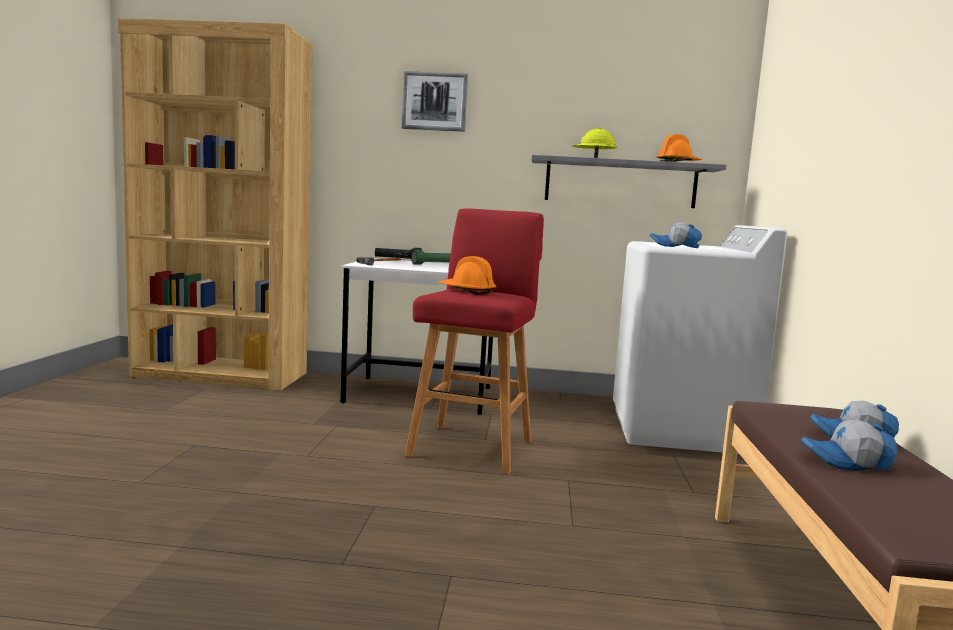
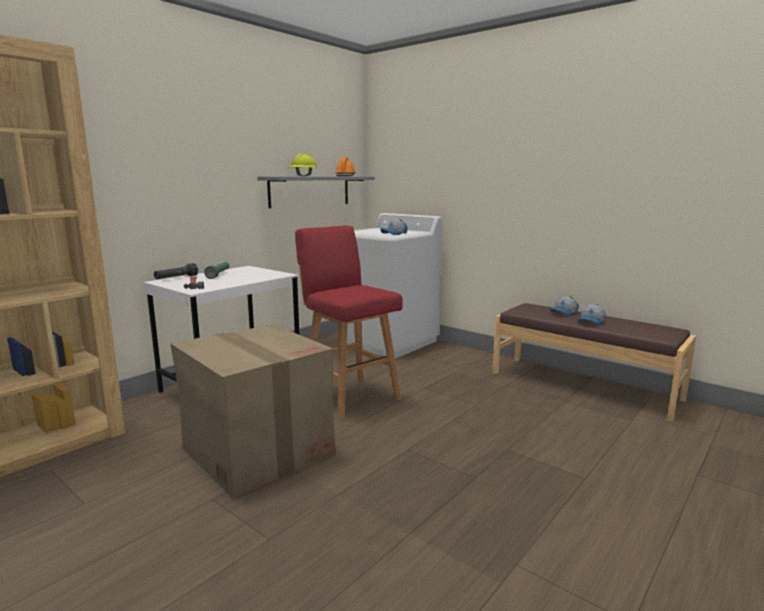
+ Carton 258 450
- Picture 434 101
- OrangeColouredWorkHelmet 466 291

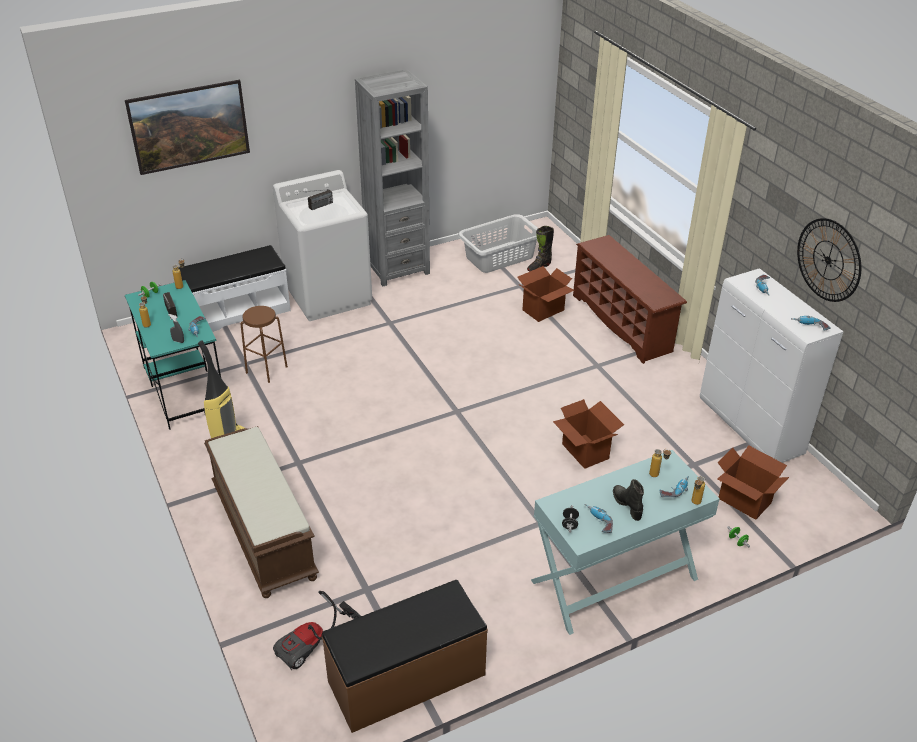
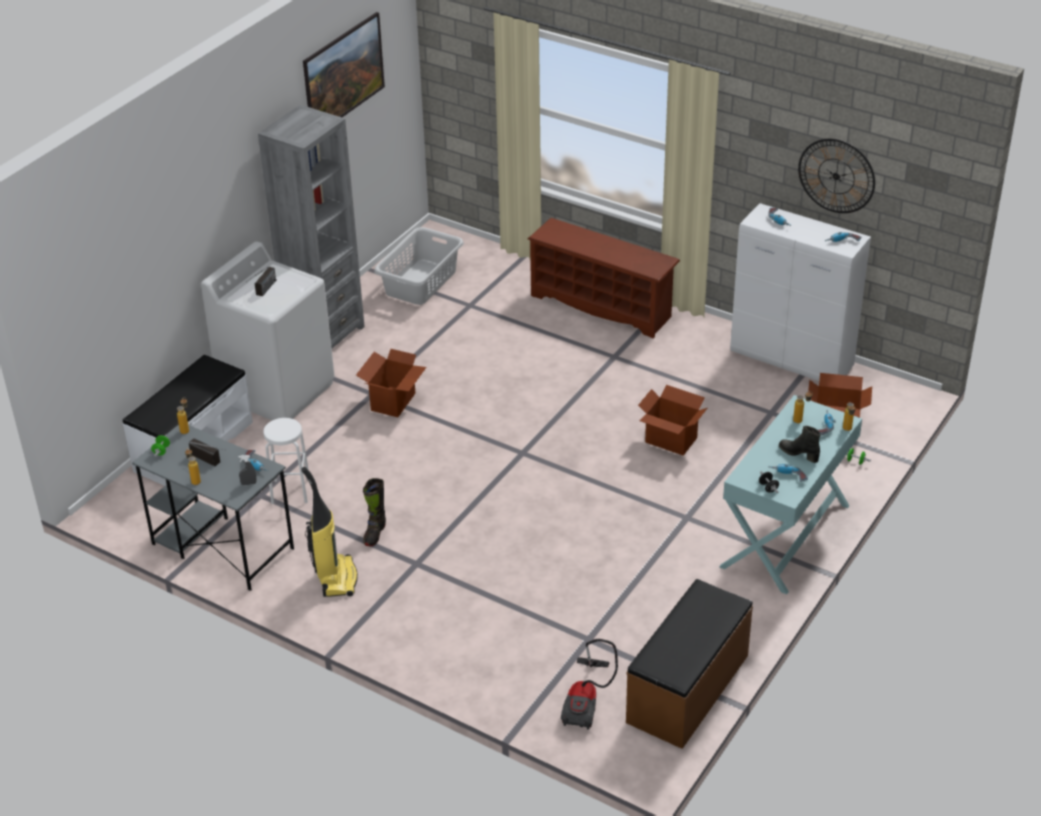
~ TurquoiseColouredDeskUnit 184 389 to GreyDeskUnit 221 546
~ BrownSittingStool 266 369 to WhiteColouredSittingStool 291 491
~ Picture 192 144 to 345 92
~ Carton 543 310 to 394 402
~ BlackColouredBoot 539 267 to 374 533
- BrownBench 262 531

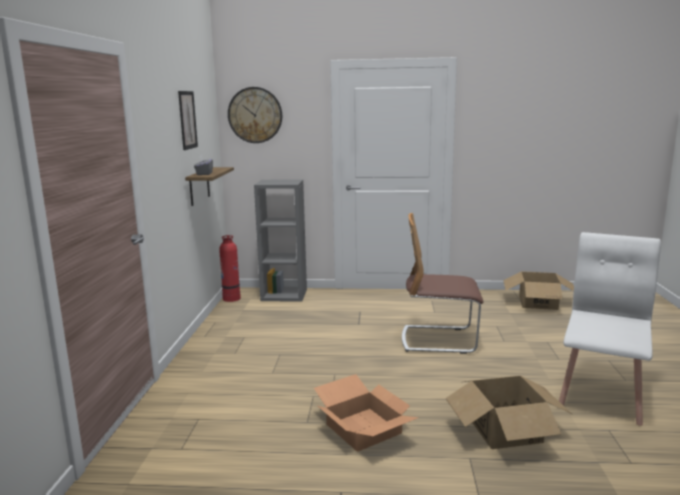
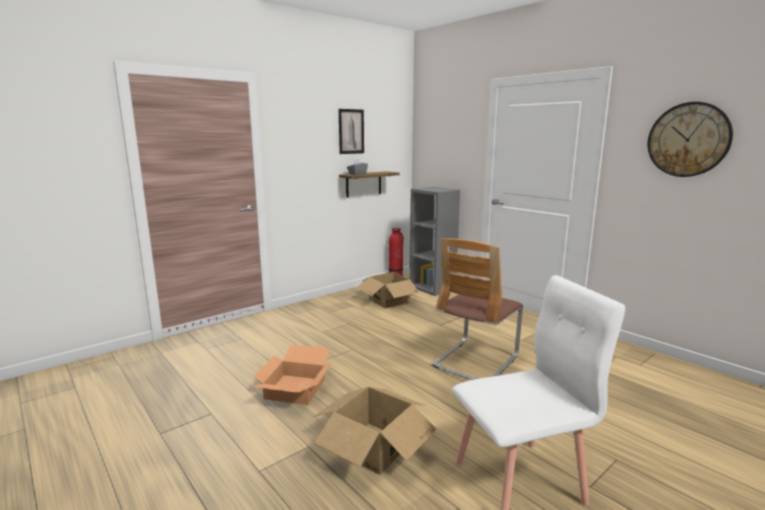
~ Carton 538 302 to 389 300
~ Chair 439 340 = 475 361 105 degrees counterclockwise
~ WallClock 255 115 to 688 140

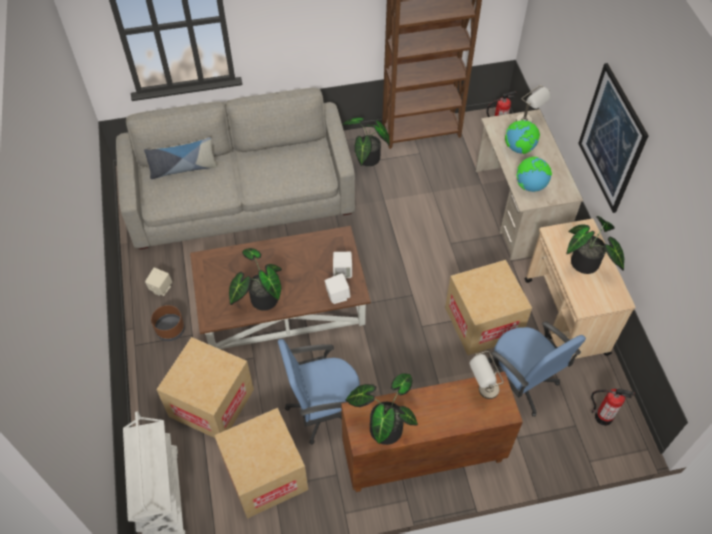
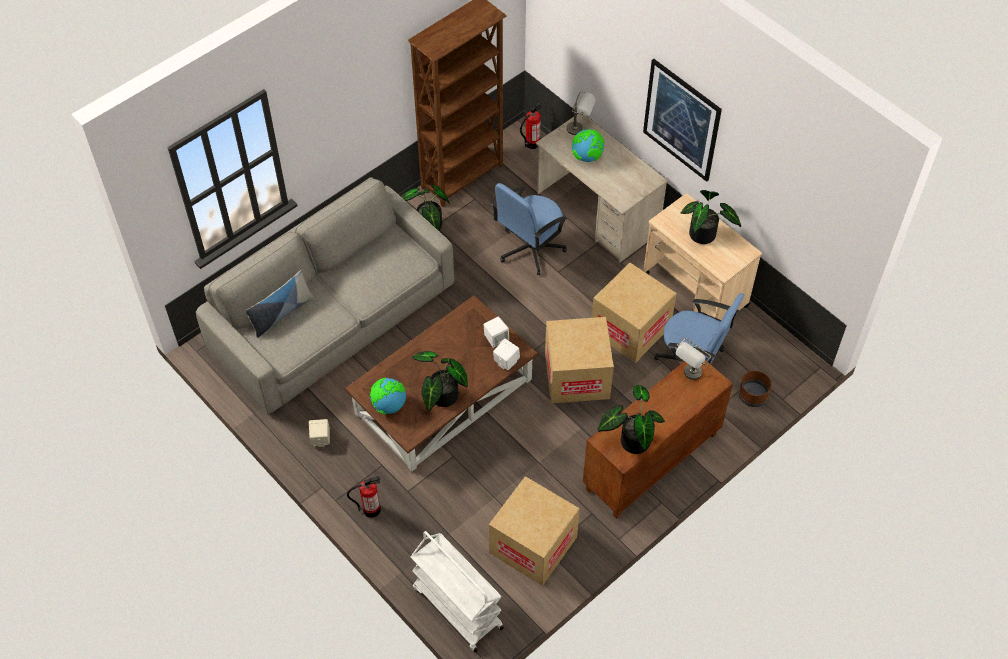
~ FireExtinguisher 603 417 to 371 509
~ WorldGlobe 530 186 to 388 405
~ BlueDeskChair 323 409 to 530 248
~ Carton 211 403 to 577 376
~ BrownFlowerPot 170 329 to 752 395

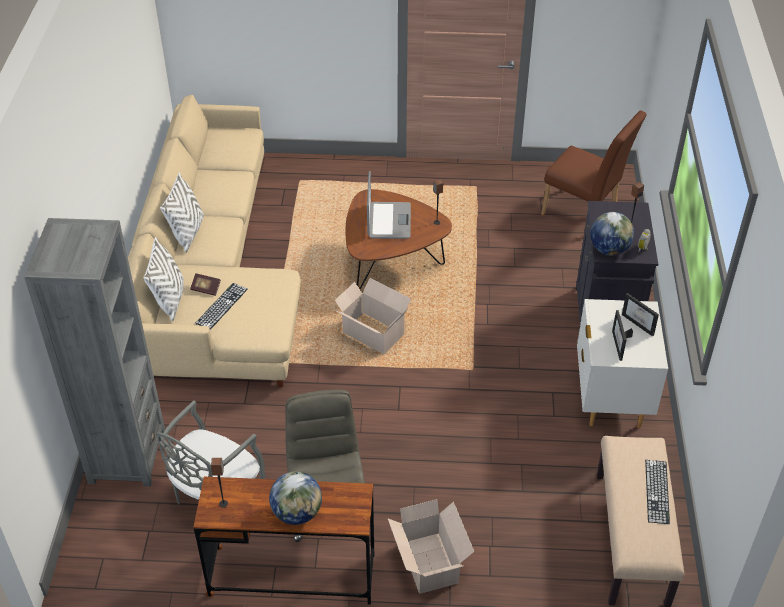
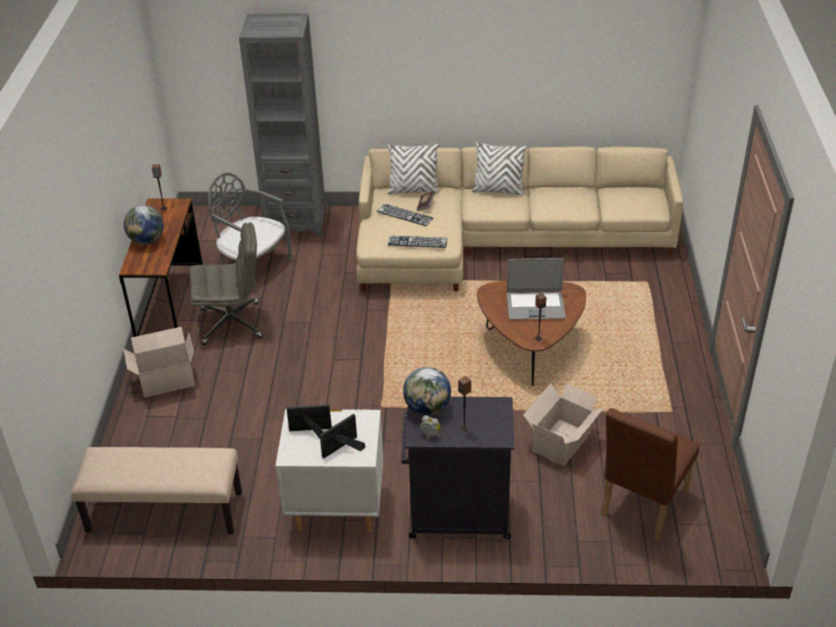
~ ComputerKeyboard 657 491 to 417 242
~ Carton 372 333 to 562 441

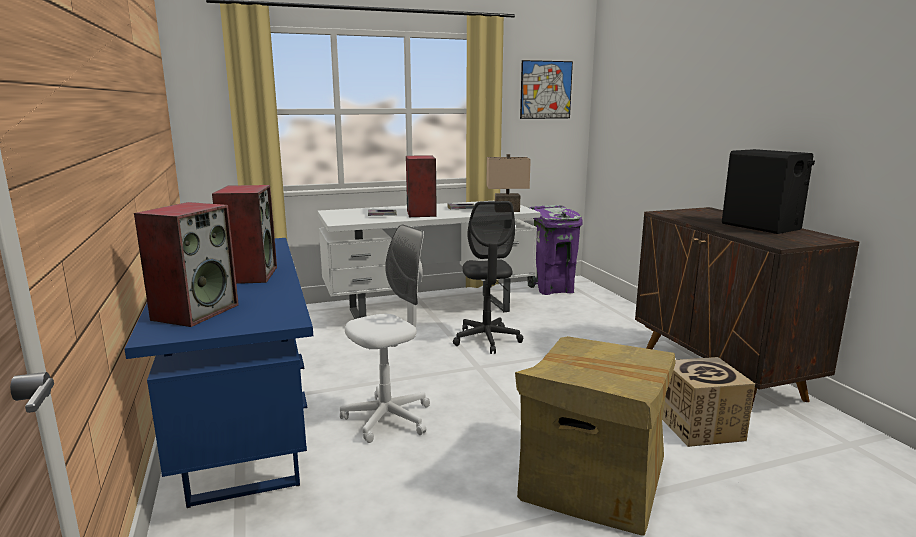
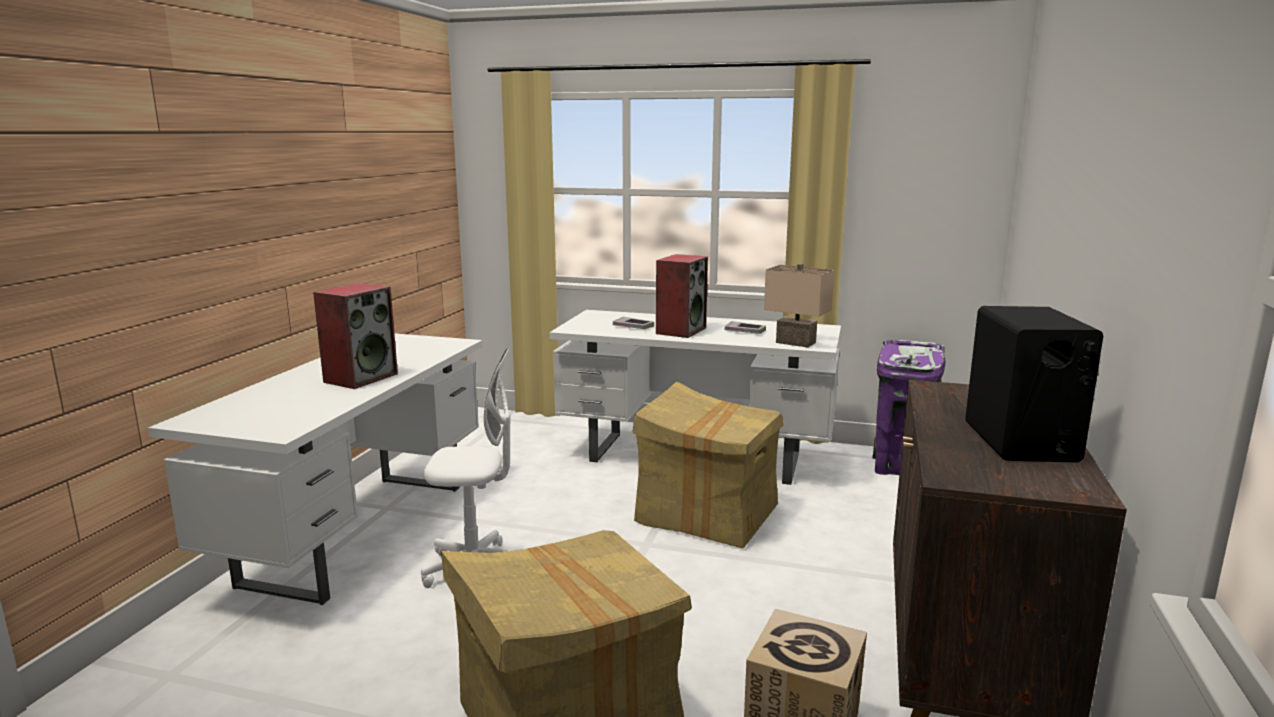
~ BlueDeskUnit 243 426 to WhiteColouredDeskUnit 359 531
~ GreyDeskChair 487 340 to Carton 706 514
- Loudspeaker 195 312
- Picture 546 90

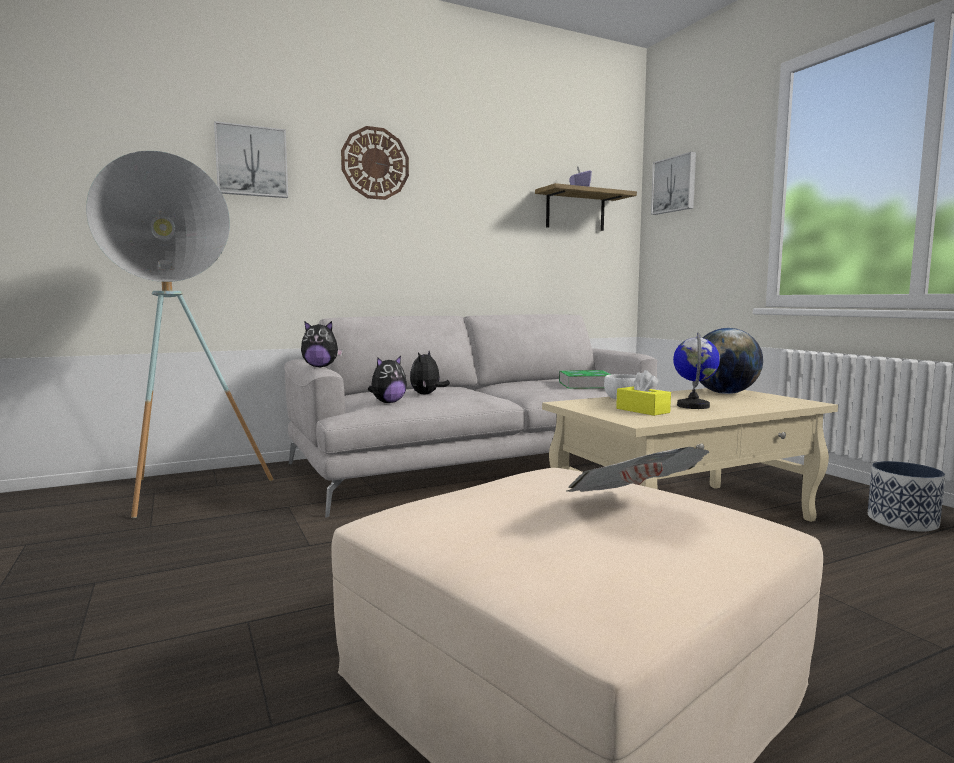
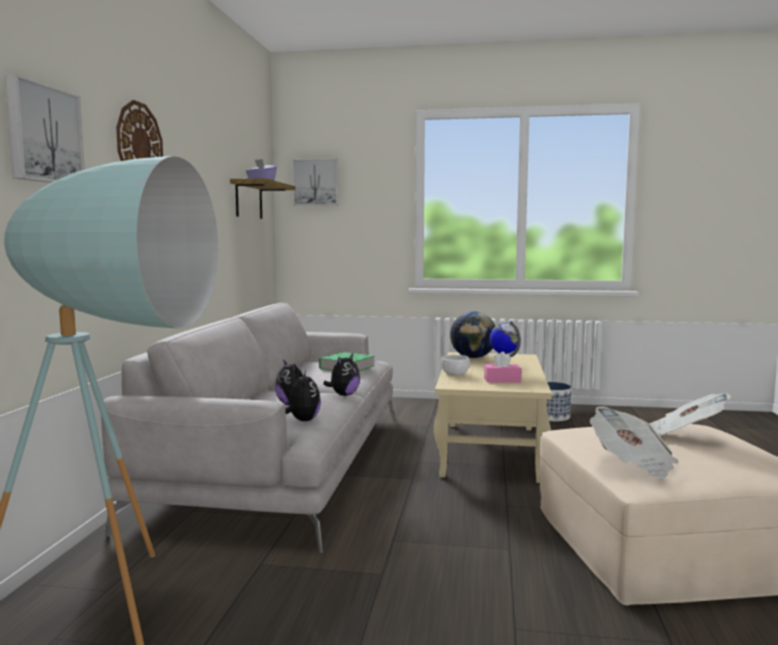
~ CuddlyToy 320 367 to 344 395
~ YellowishBoxOfTissues 642 410 to PinkColouredBoxOfTissues 502 380
+ DailyPaper 632 464

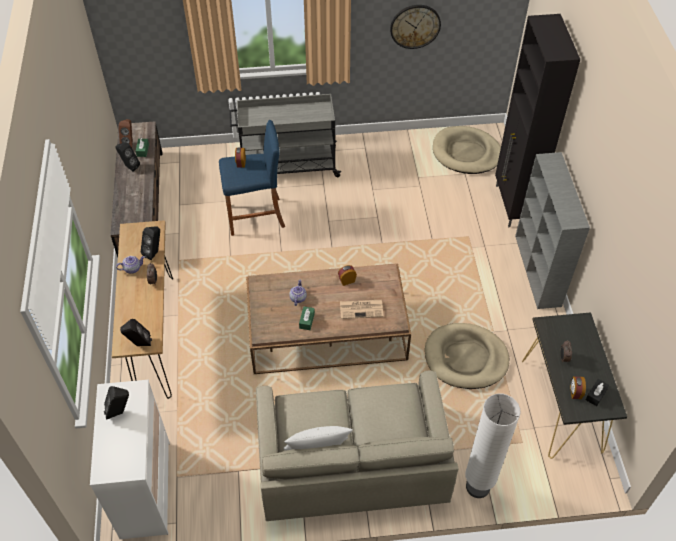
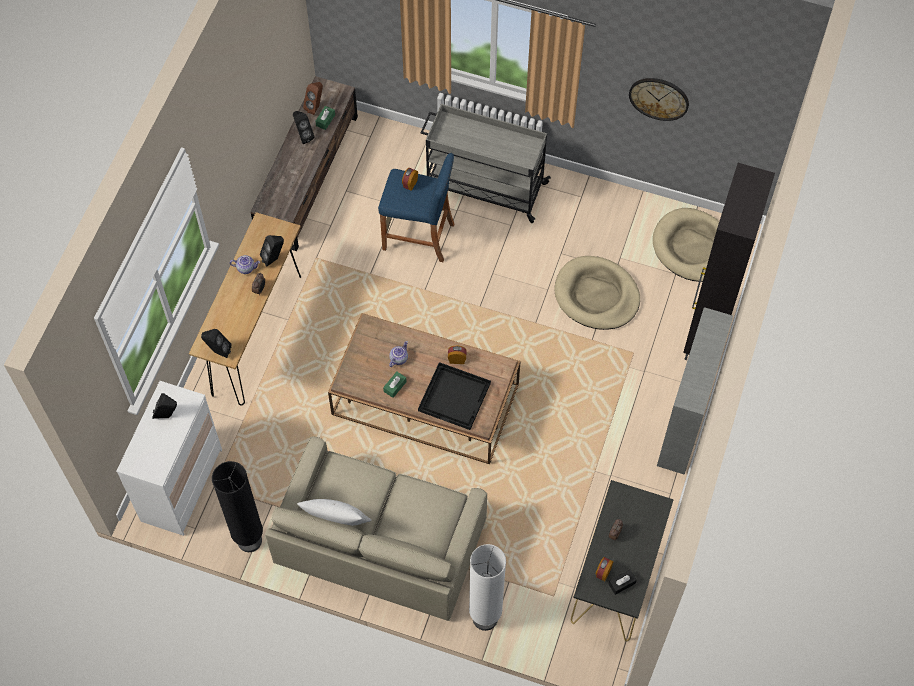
+ BlackColouredStandardLamp 249 540
~ DailyPaper 362 309 to BlackColouredTray 455 396
~ SandColouredPetBed 465 358 to 596 295

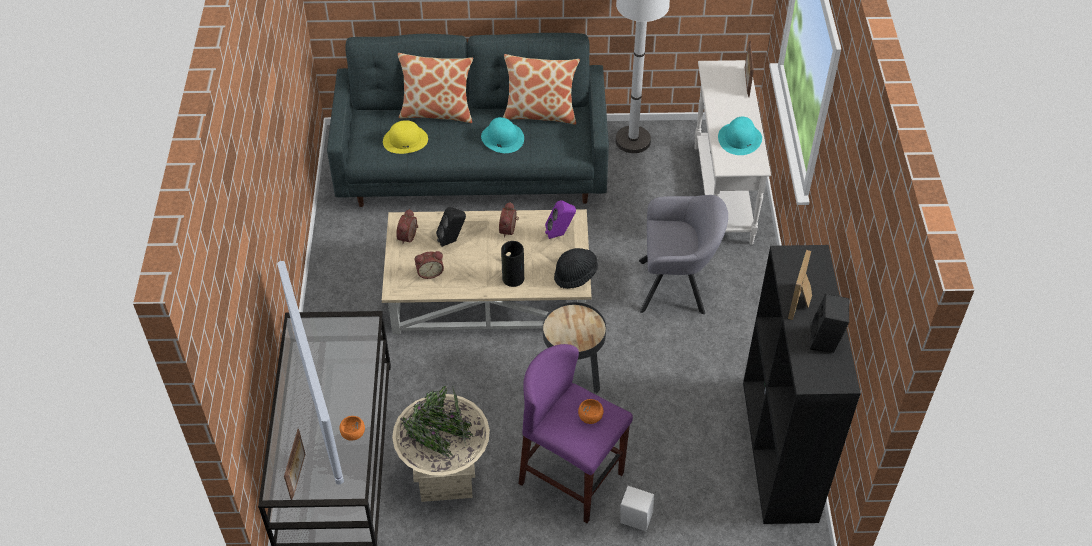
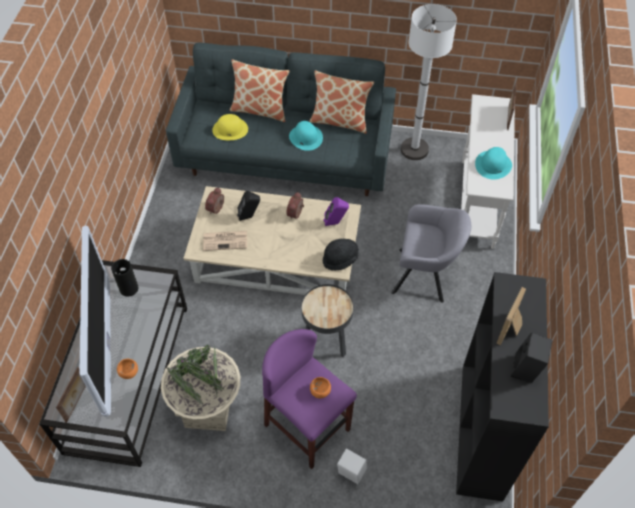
~ DecorativeVase 512 278 to 128 288
~ TableClock 430 272 to DailyPaper 226 240

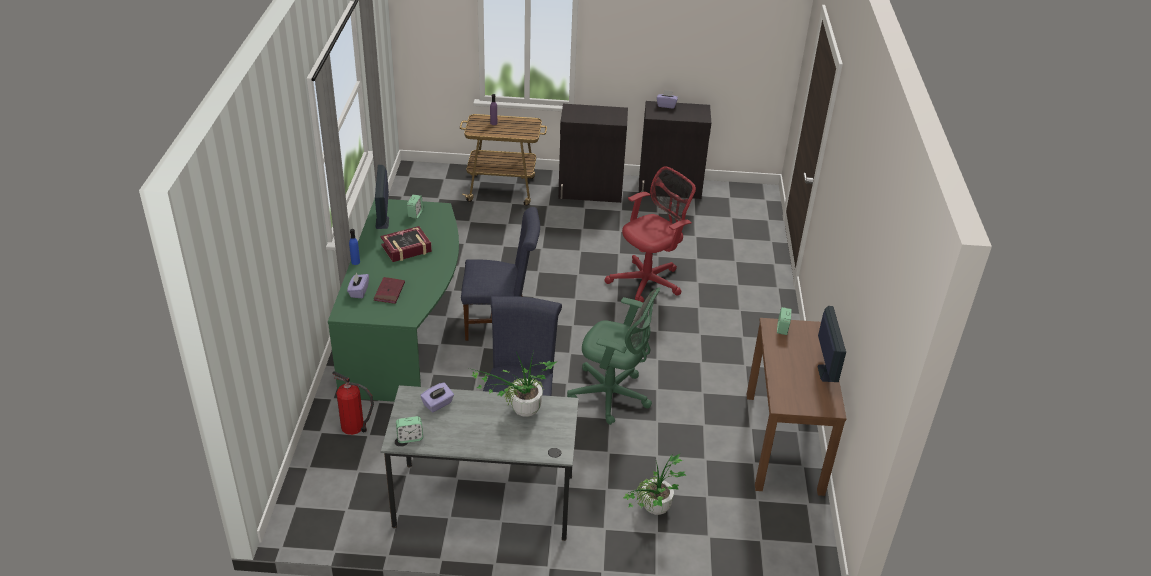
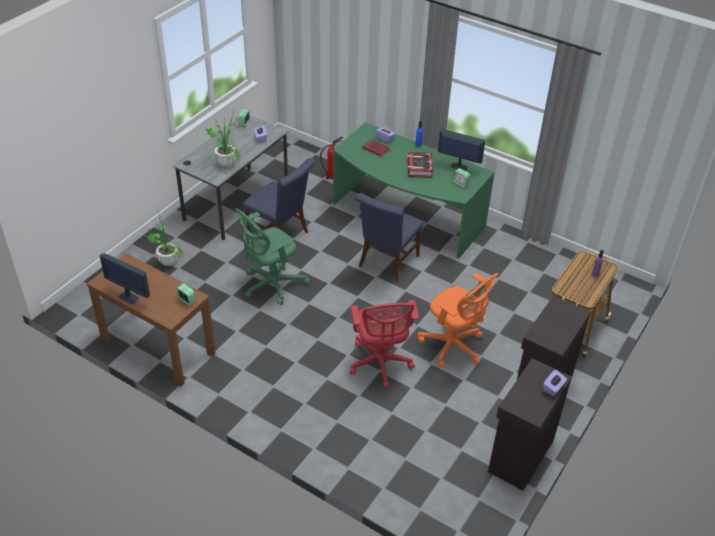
+ OrangeColouredDeskChair 453 346

